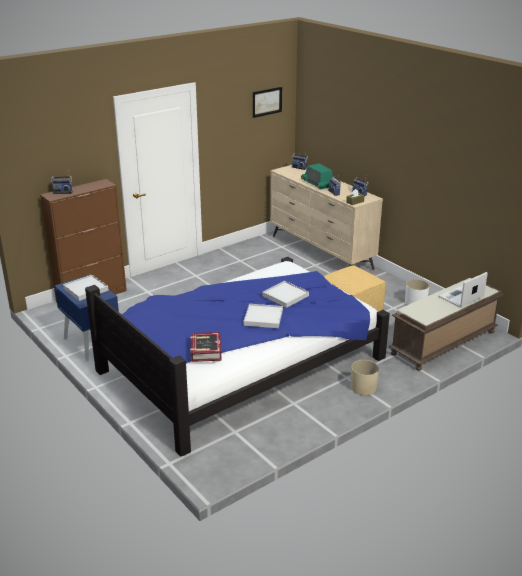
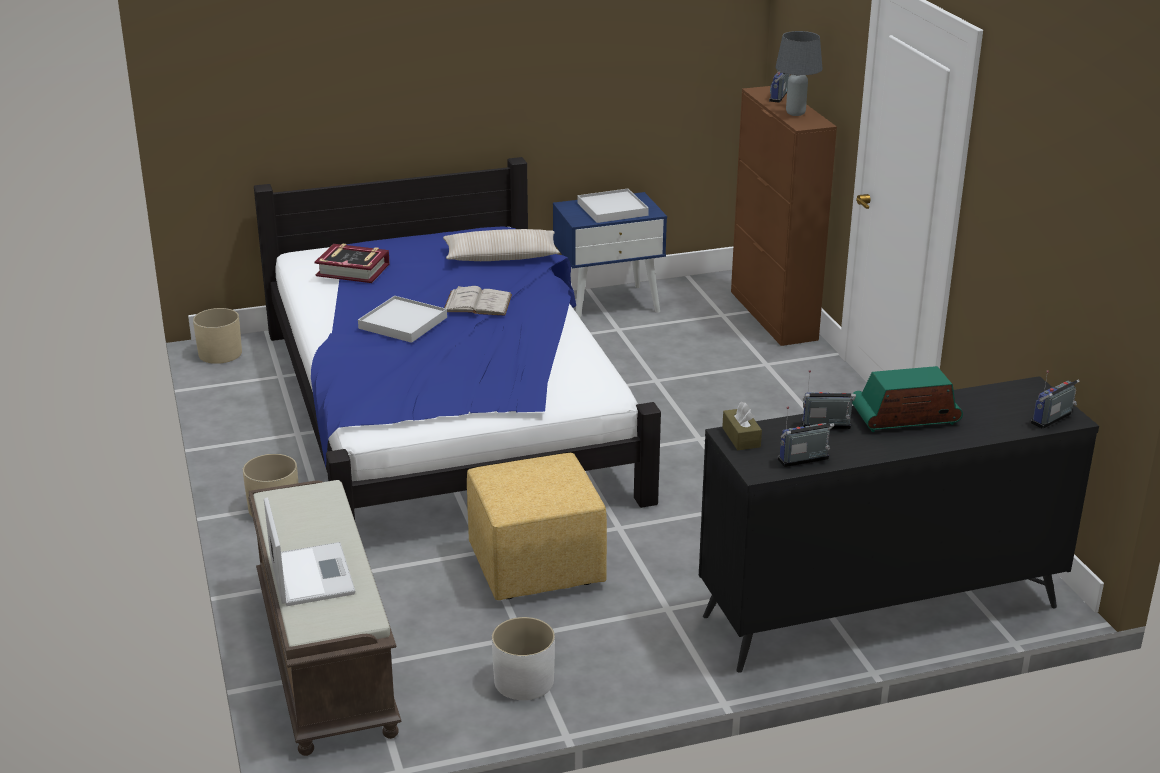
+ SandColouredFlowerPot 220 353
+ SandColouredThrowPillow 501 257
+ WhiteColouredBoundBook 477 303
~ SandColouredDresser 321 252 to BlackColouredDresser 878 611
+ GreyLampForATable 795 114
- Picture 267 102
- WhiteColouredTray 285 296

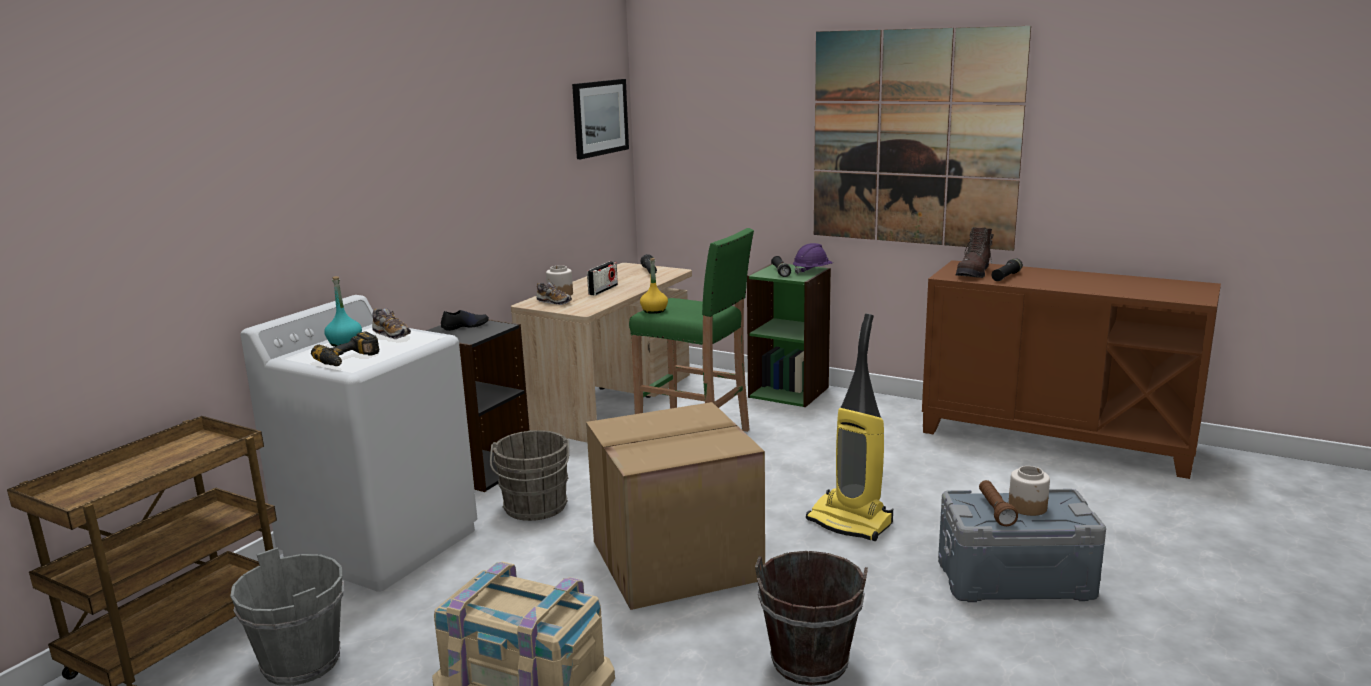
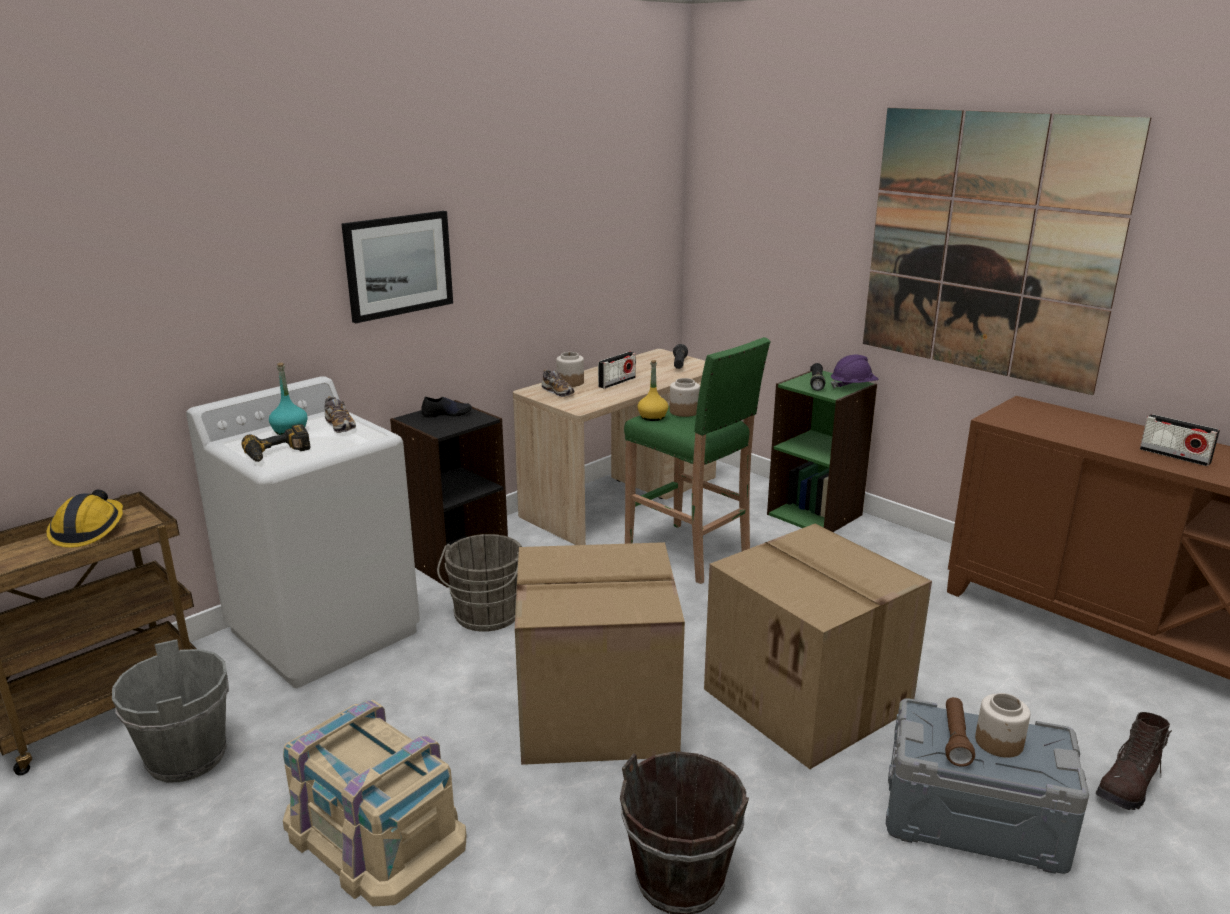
+ WorkHelmet 89 529
~ Picture 600 118 to 398 265
+ PreserveJar 683 412
~ Vacuum 851 522 to Carton 810 699
~ BrownBoot 974 273 to 1128 786
+ Radio 1174 456
- BlackColouredTorch 1006 277

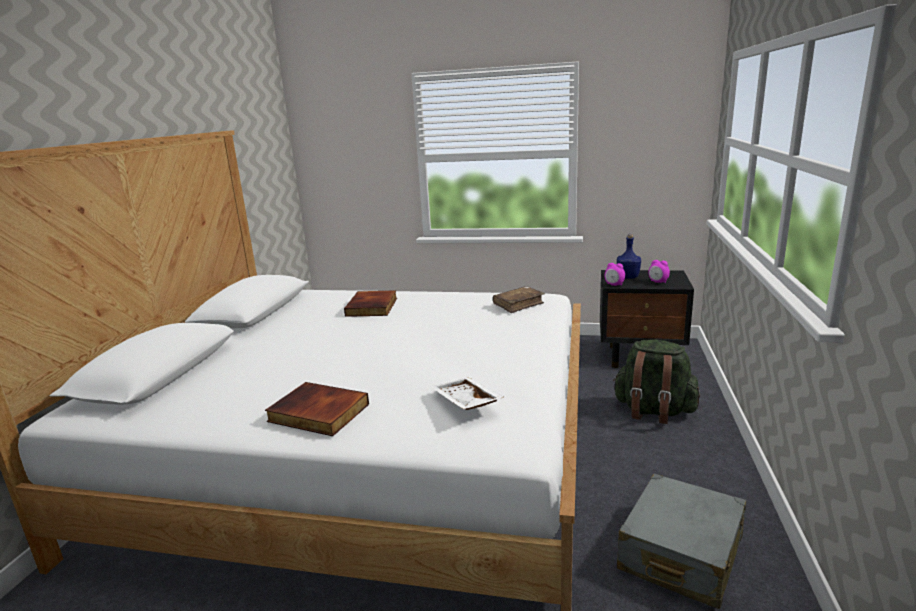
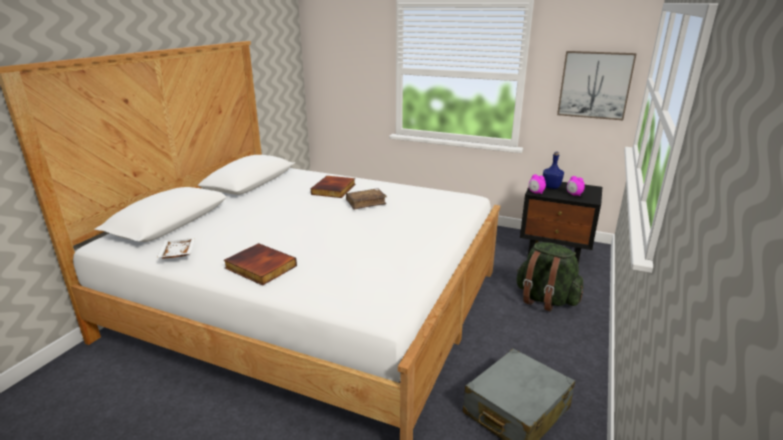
~ WhiteColouredTray 465 402 to 177 254
~ BrownBoundBook 518 305 to 366 203
+ Picture 595 85

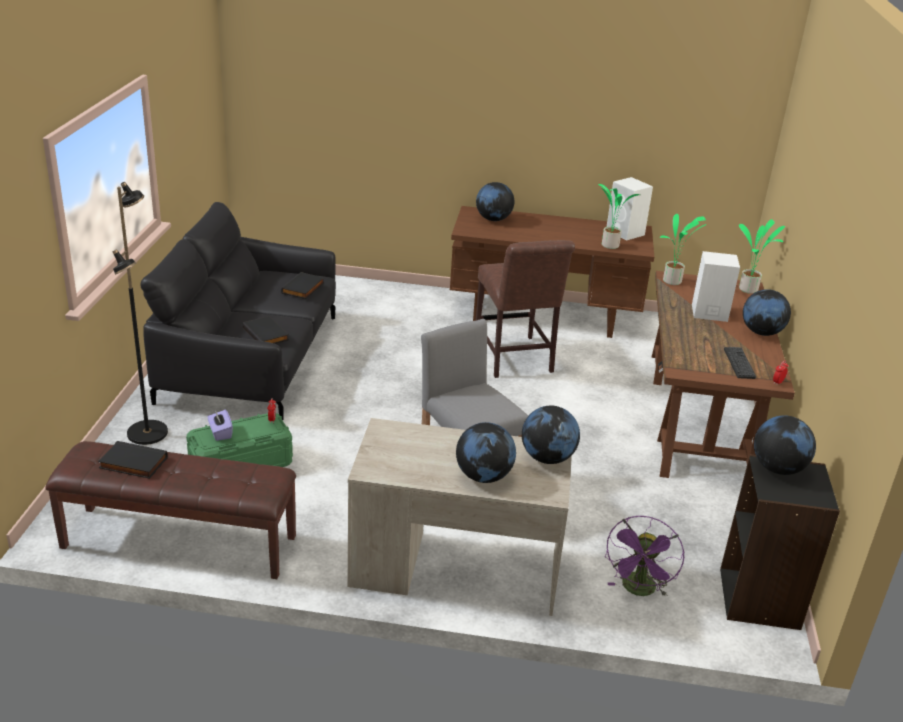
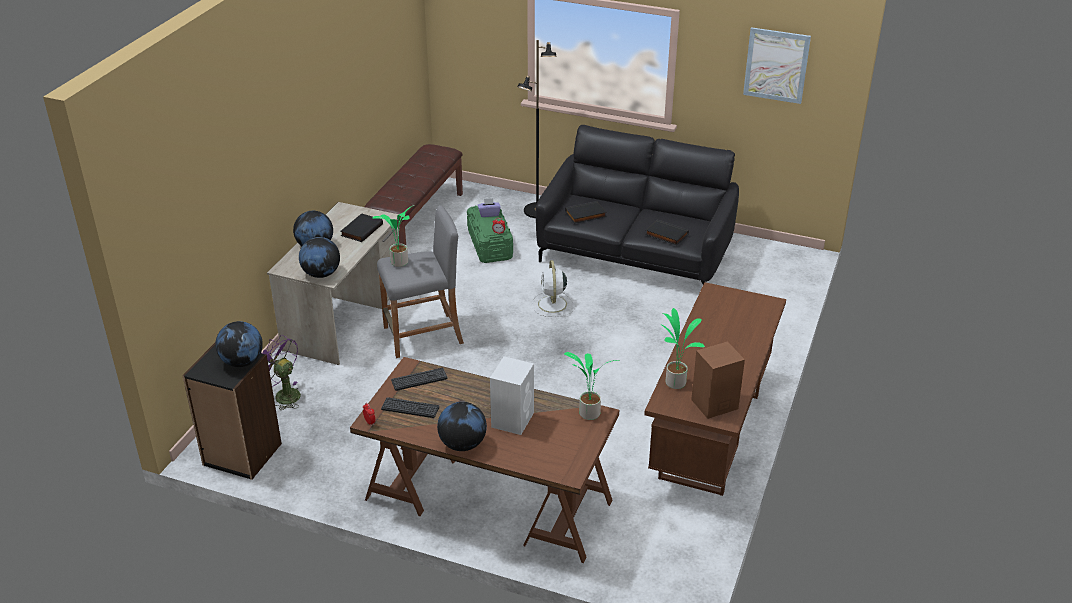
~ BlackColouredBoundBook 132 463 to 361 229
~ PottedPlant 749 290 to 399 263
+ ComputerKeyboard 419 379
+ WhiteColouredFan 552 305
~ WhiteColouredLoudspeaker 626 233 to BrownLoudspeaker 713 404
+ Picture 776 65
- WorldGlobe 493 219
- BrownChair 514 359

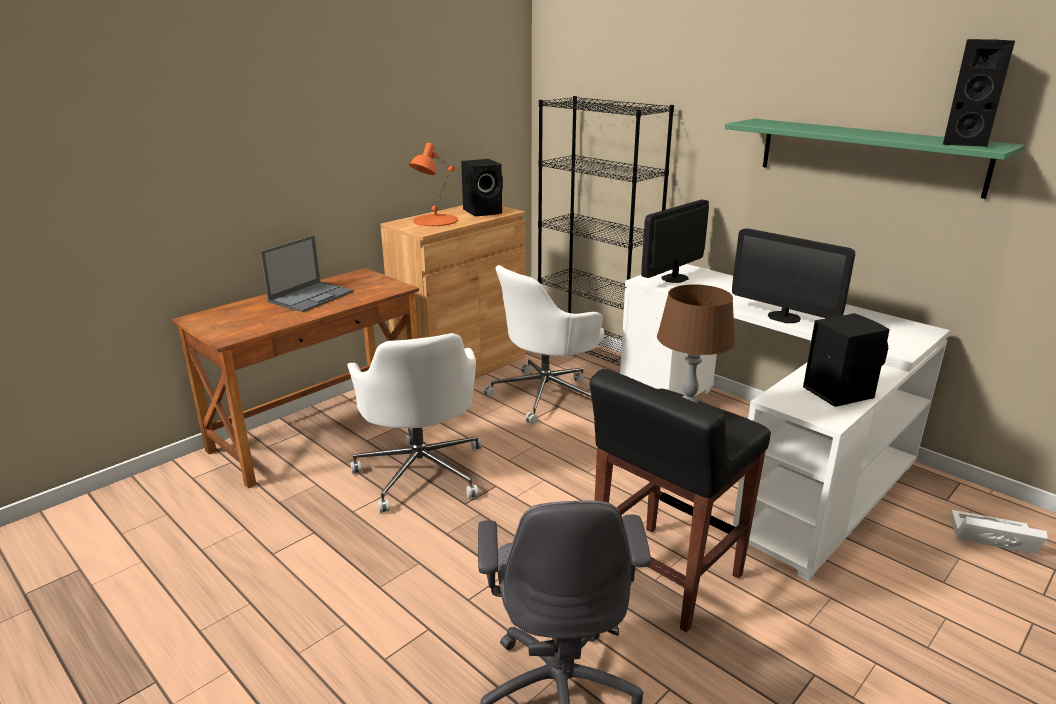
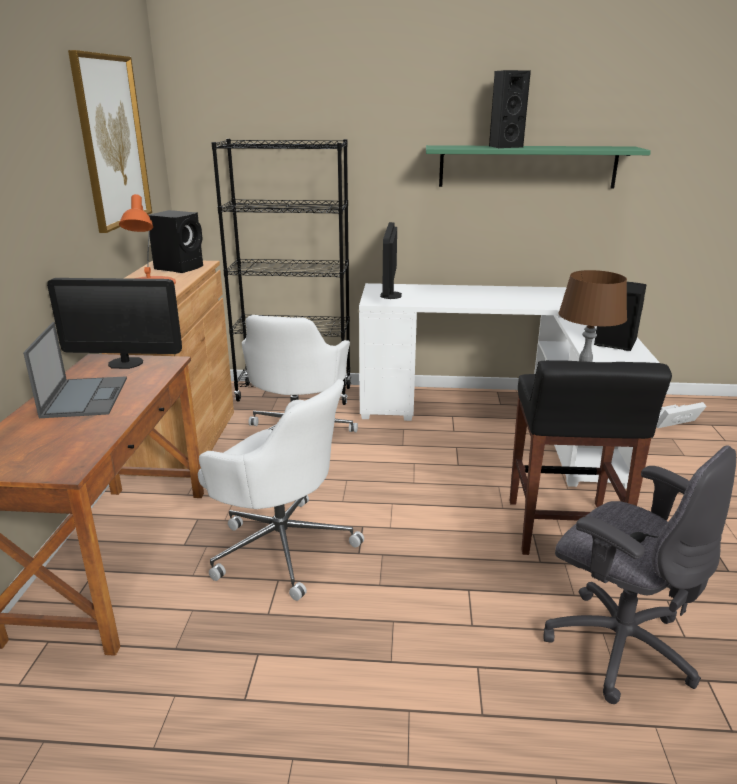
~ ComputerDisplay 784 317 to 125 363
+ Picture 112 142
~ BlackColouredLoudspeaker 962 143 to 504 147

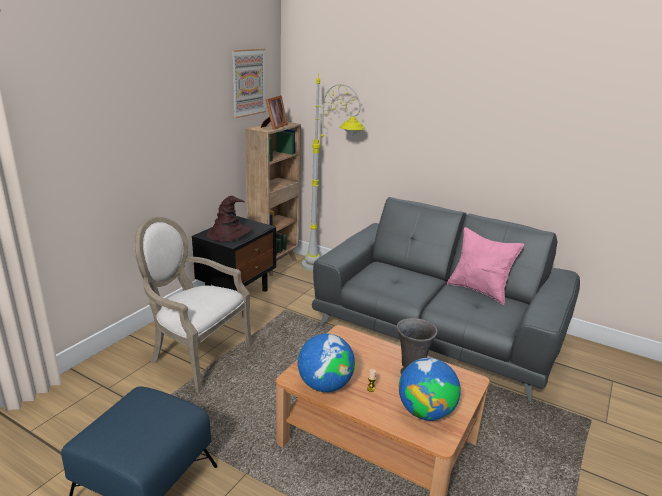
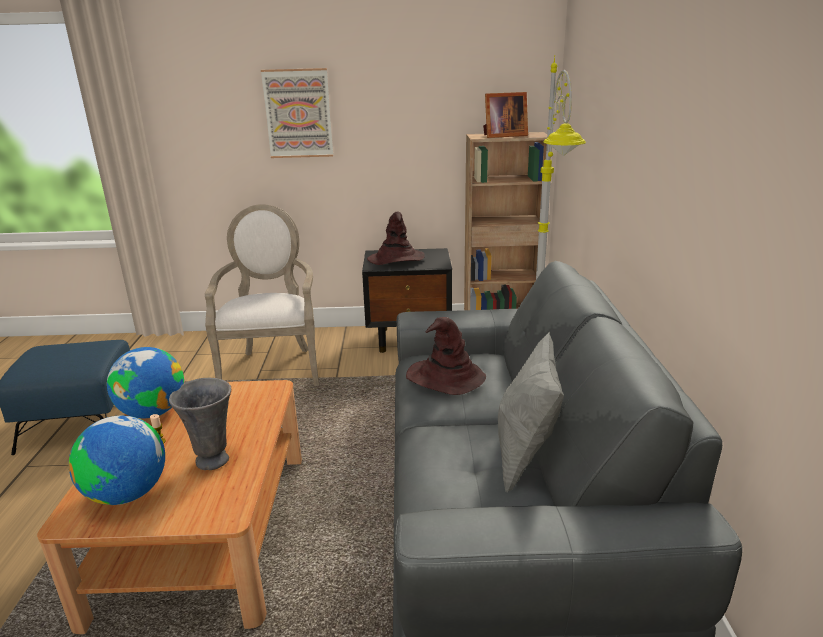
~ Picture 248 82 to 298 113
+ BrownClothingHat 444 378
~ PinkColouredThrowPillow 479 290 to GreyThrowPillow 525 456

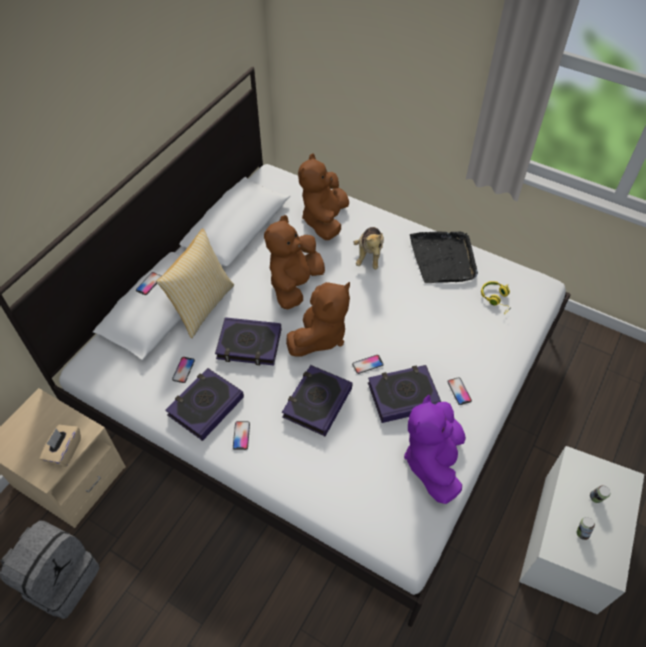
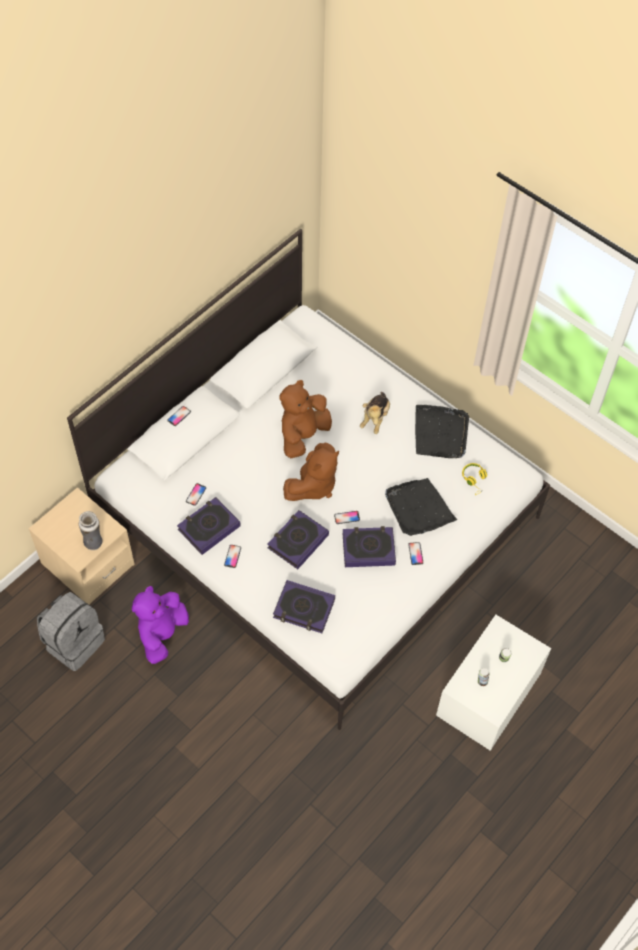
~ SandColouredBoxOfTissues 64 451 to DecorativeVase 94 542
~ PurpleCuddlyToy 433 461 to 162 634
~ BoundBook 249 344 to 304 609
+ BlackColouredTray 418 509
- ThrowPillow 201 306
- BrownCuddlyToy 324 220

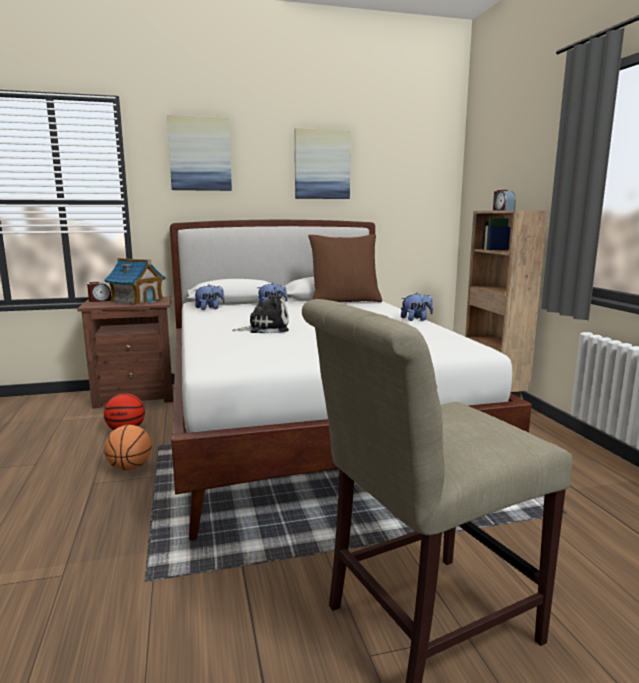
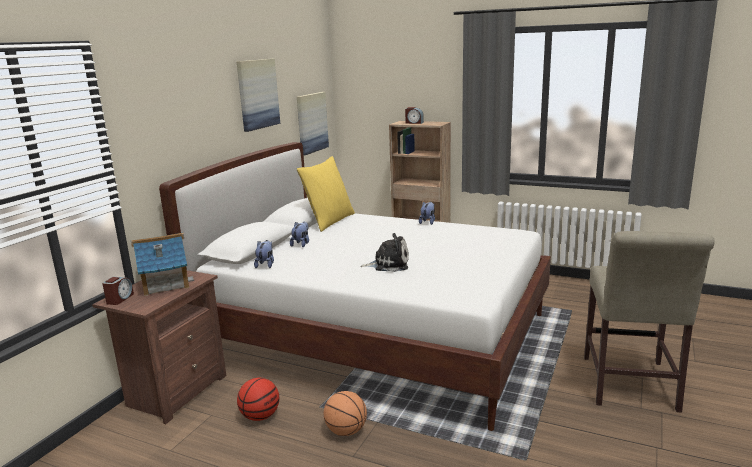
~ Picture 200 154 to 311 123
~ BrownThrowPillow 344 301 to YellowishThrowPillow 329 221
~ CuddlyToy 265 329 = 389 264 60 degrees clockwise

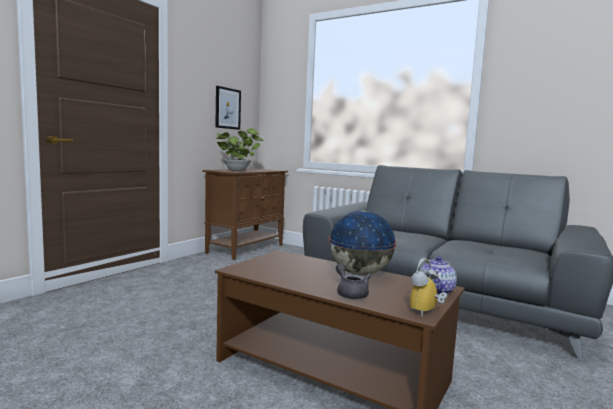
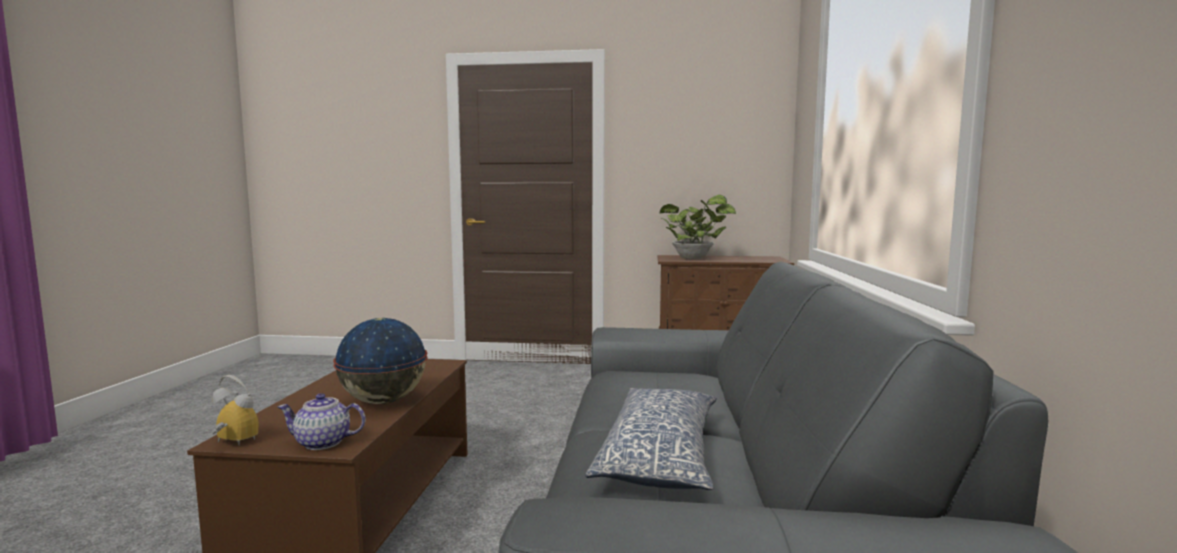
+ ThrowPillow 661 454
- Picture 227 108
- GreyTeaPot 350 293

